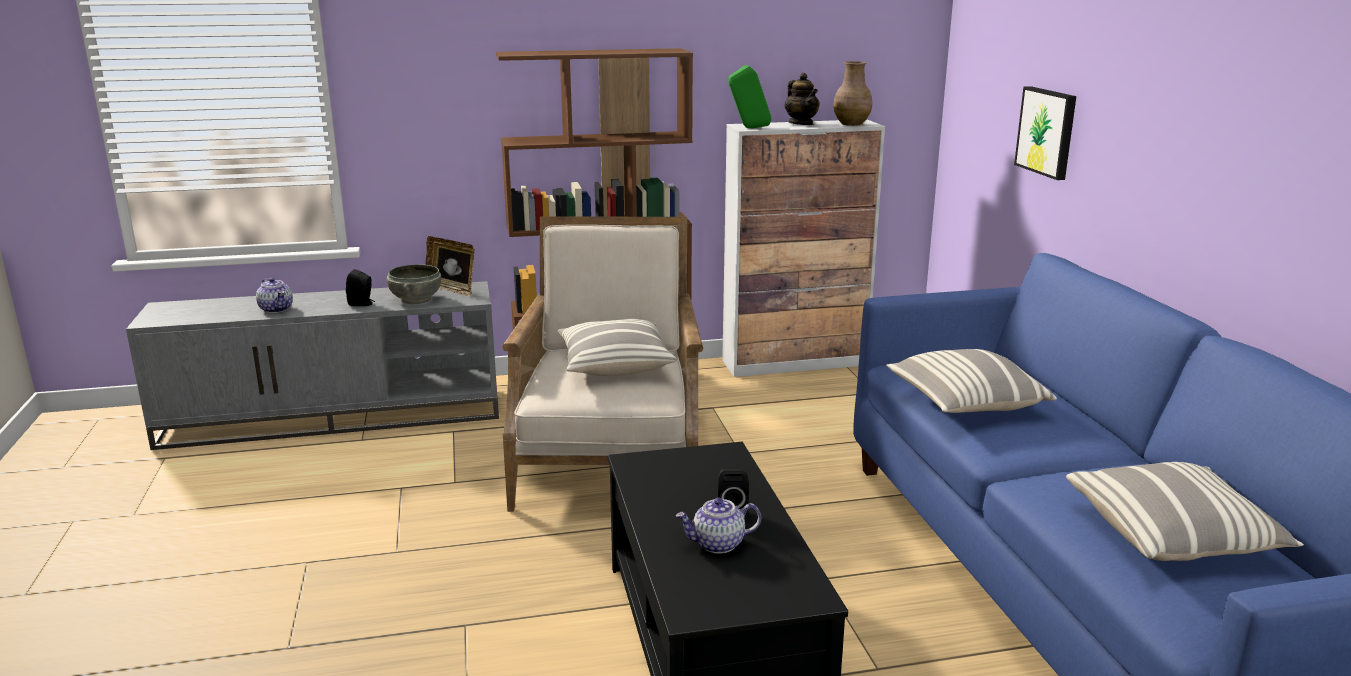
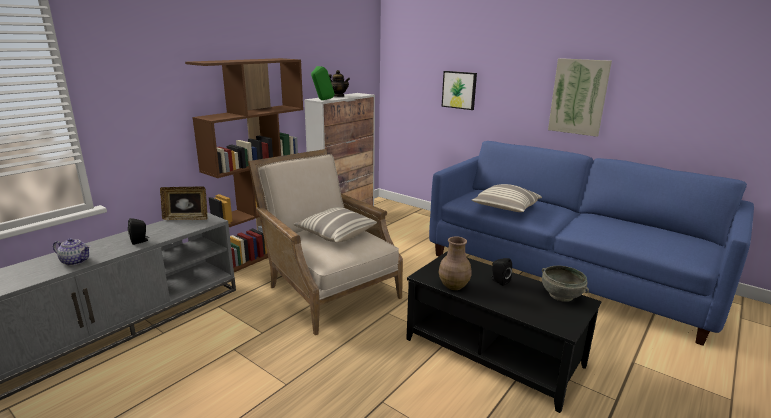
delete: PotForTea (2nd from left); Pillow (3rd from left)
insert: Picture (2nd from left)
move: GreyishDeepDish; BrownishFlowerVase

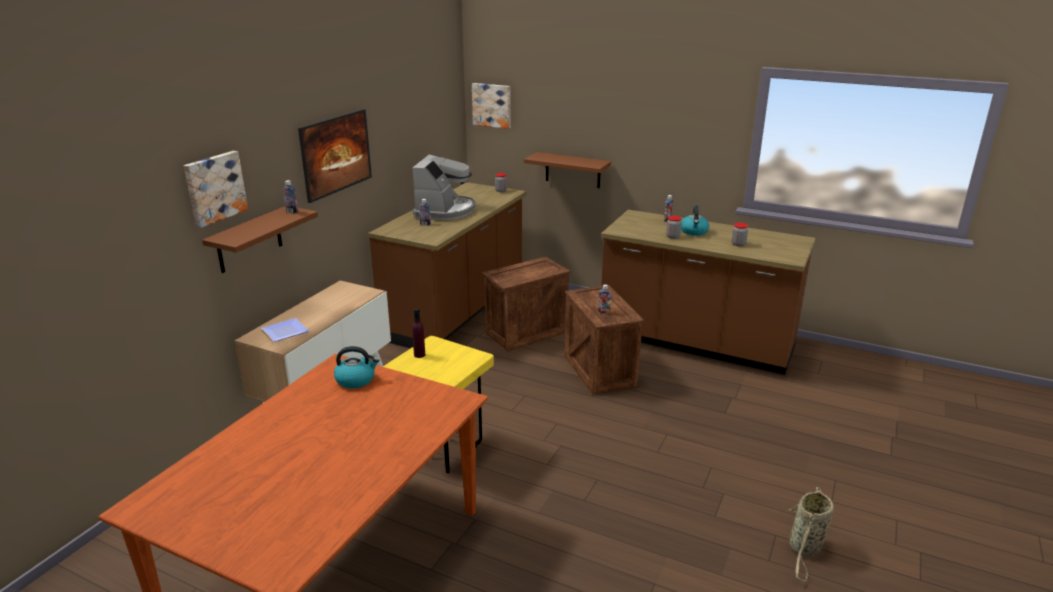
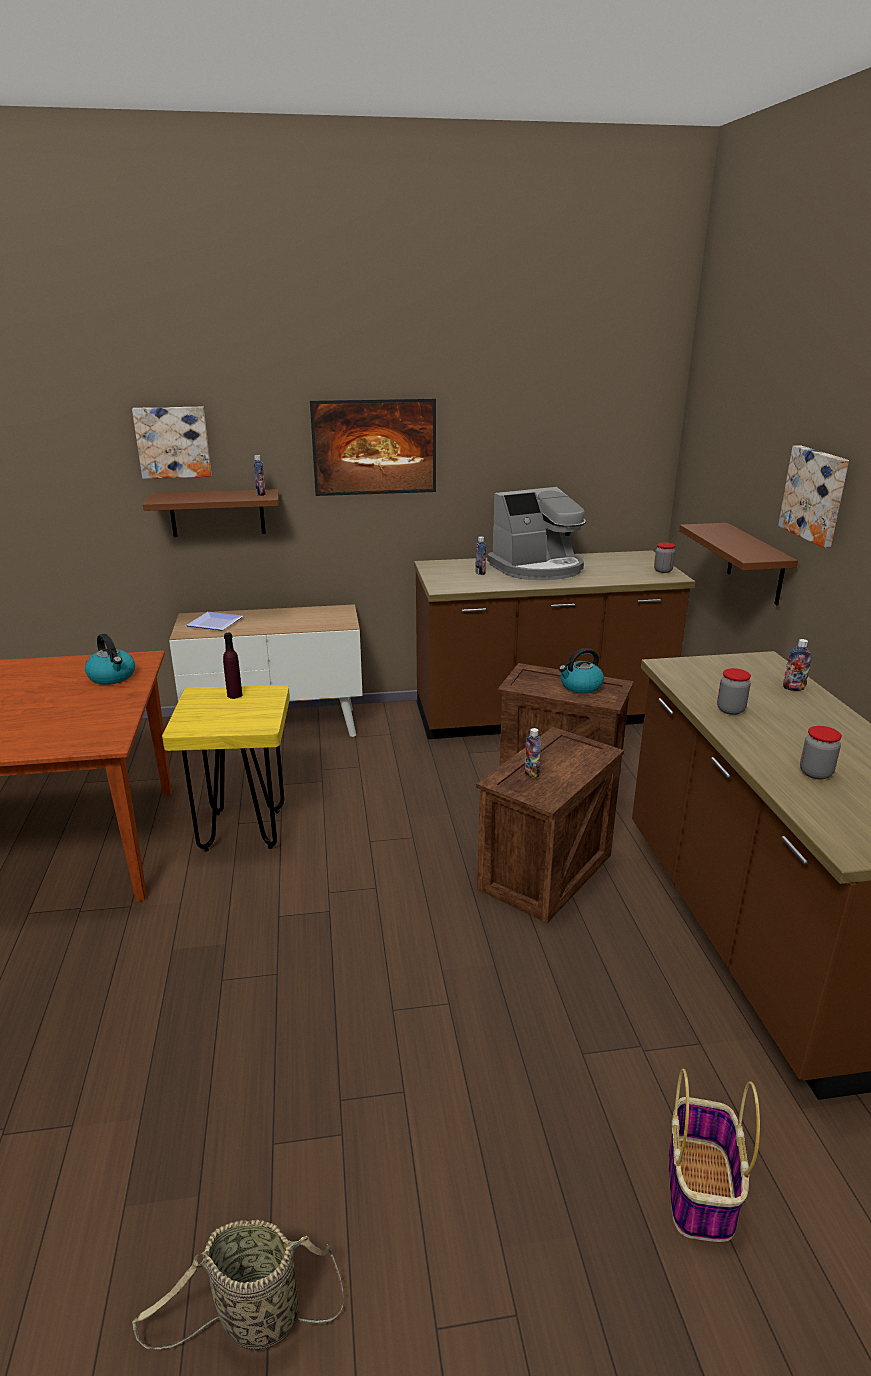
insert: StorageBasket (2nd from left)
move: Picture (3rd from left); Kettle (2nd from left)

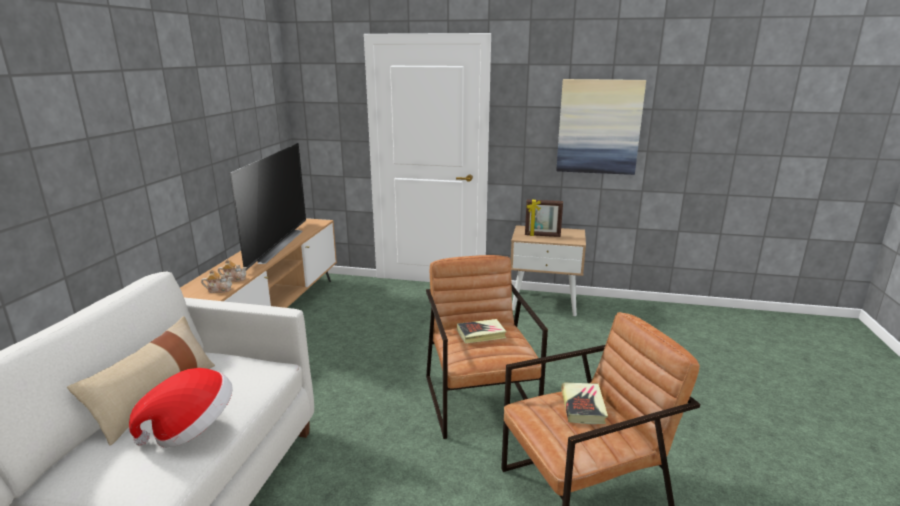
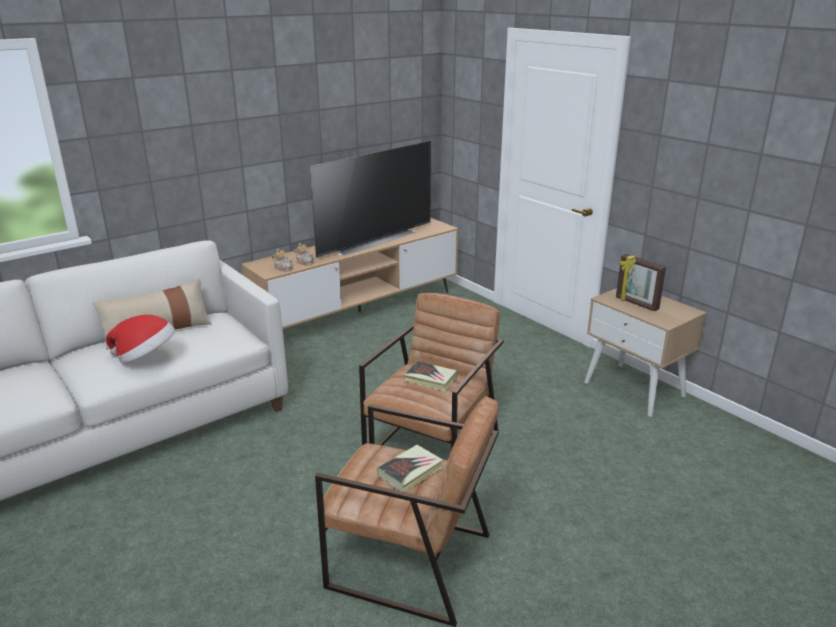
delete: Picture

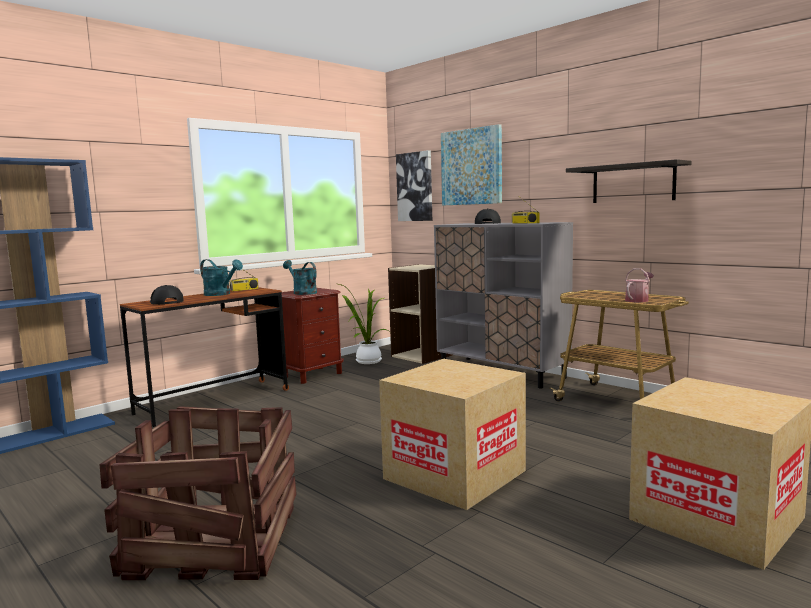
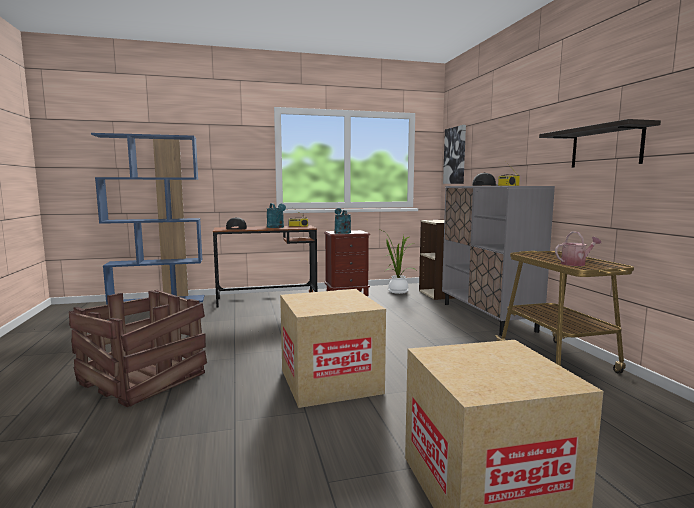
delete: Picture (2nd from left)

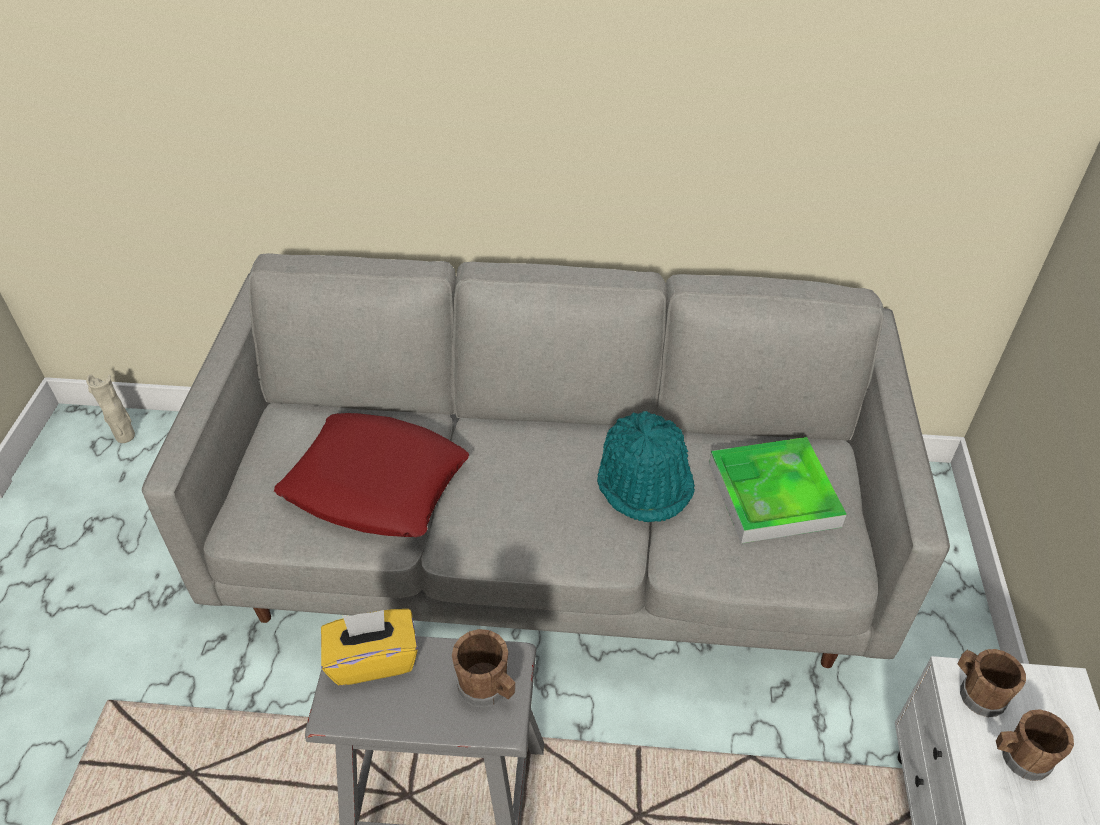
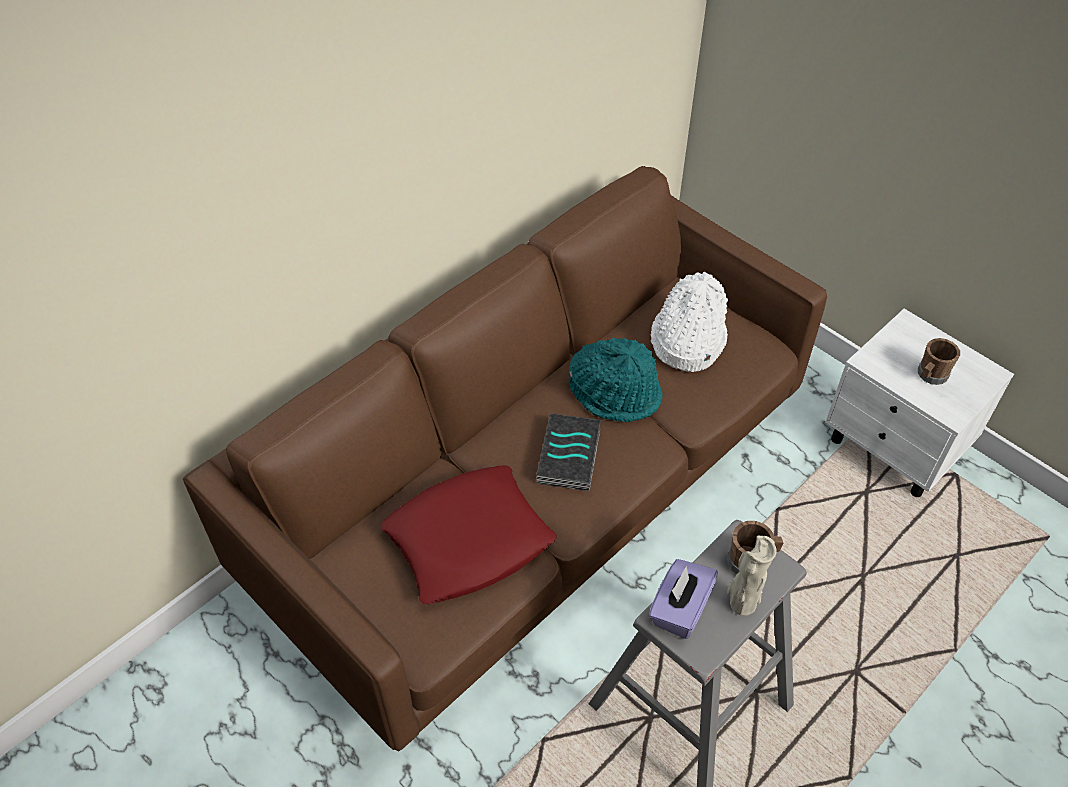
delete: BrownishMug (2nd from left)
insert: Book
move: BeigeColouredFlowerVase
replace: ServingTray to WhiteColouredClothingHat
recolor: GreyishSofa to BrownishSofa; YellowTissueBox to PurpleColouredTissueBox

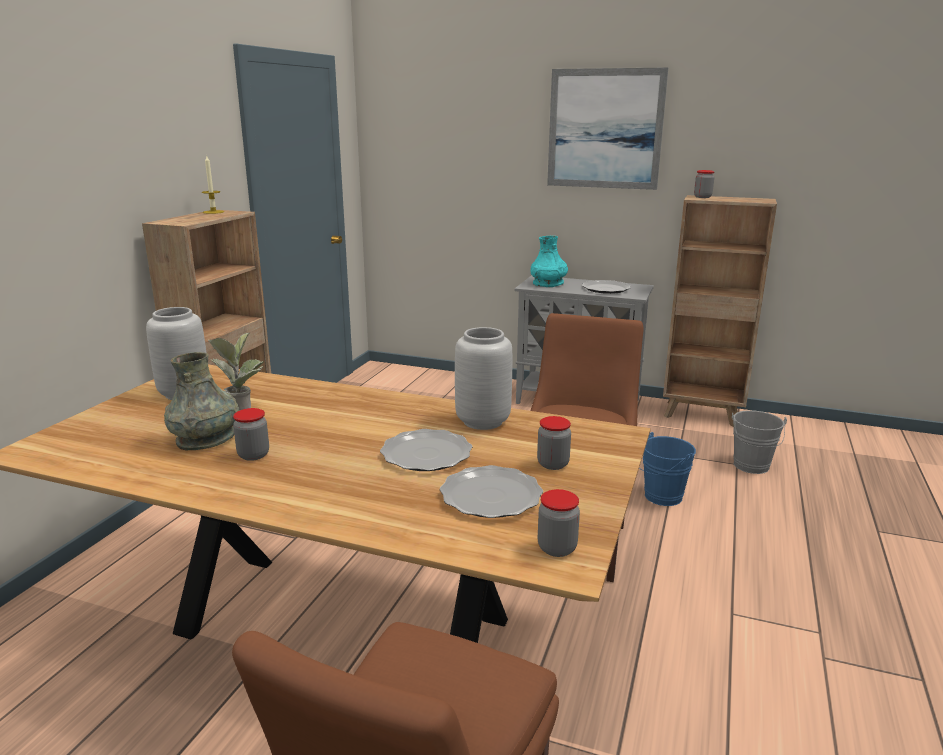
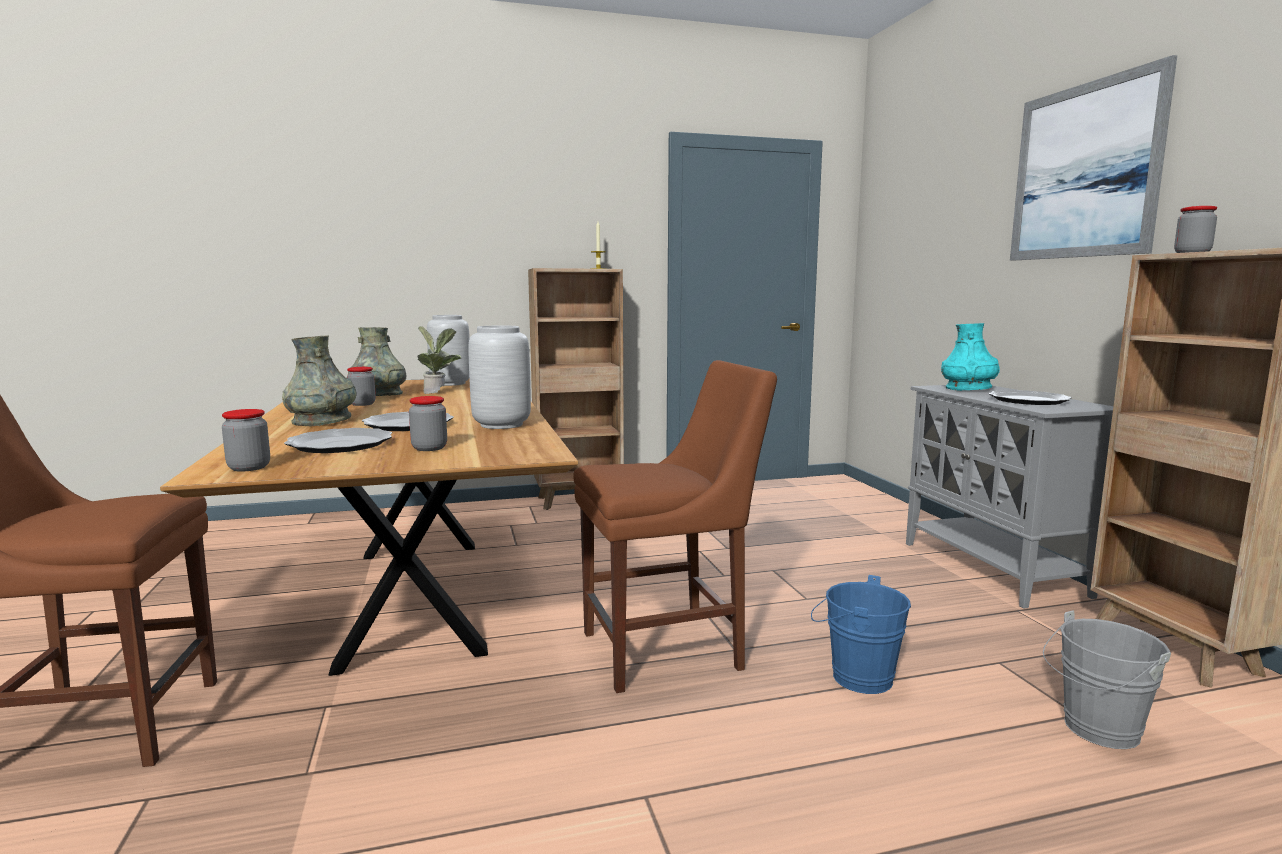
insert: GreyishFlowerVase (1st from left)

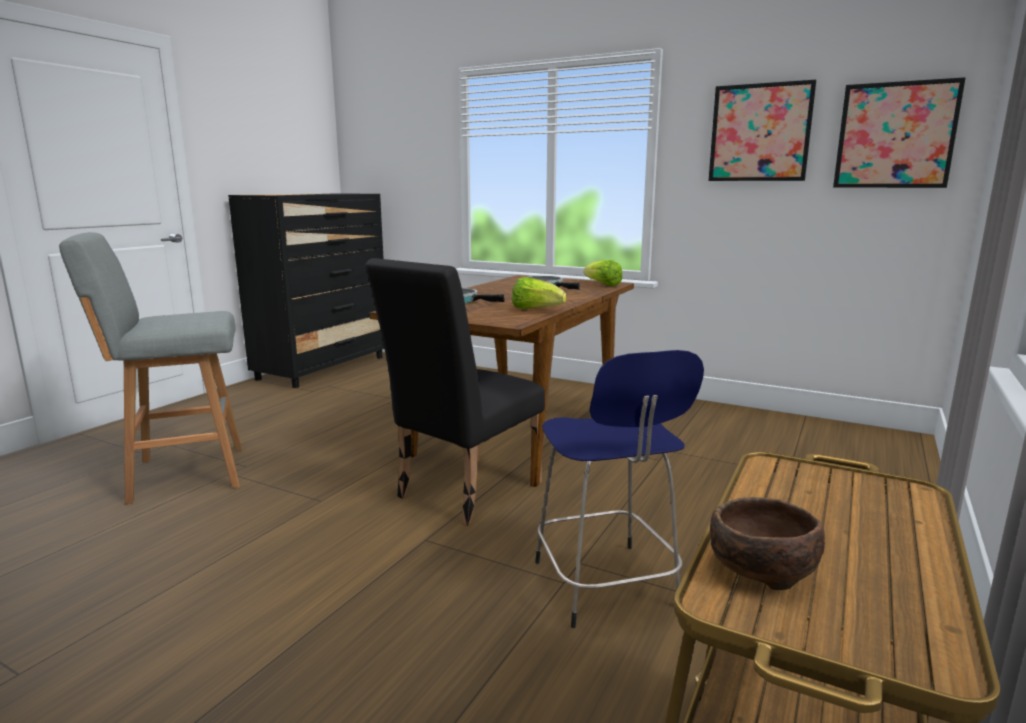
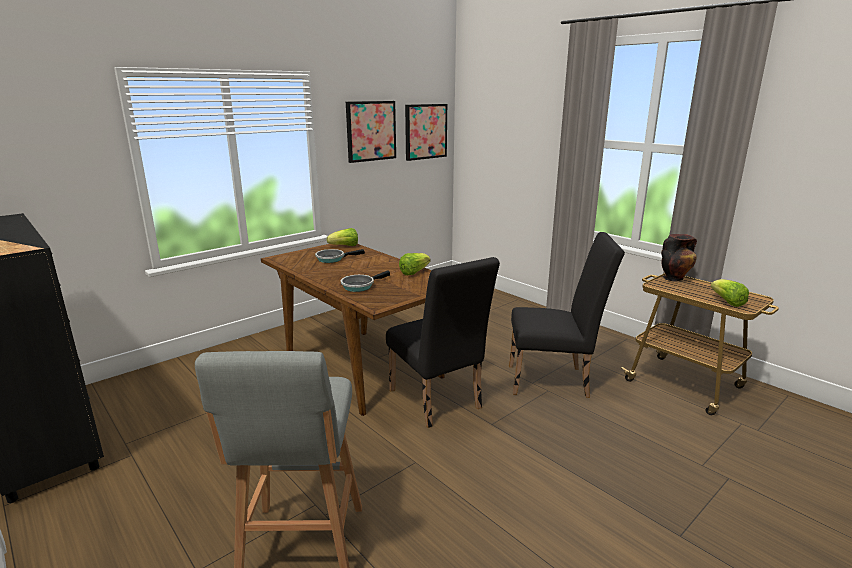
insert: FlowerVase
replace: BlueColouredSittingStool to BlackChair (2nd from left); BrownishDeepDish to LettuceHead (3rd from left)

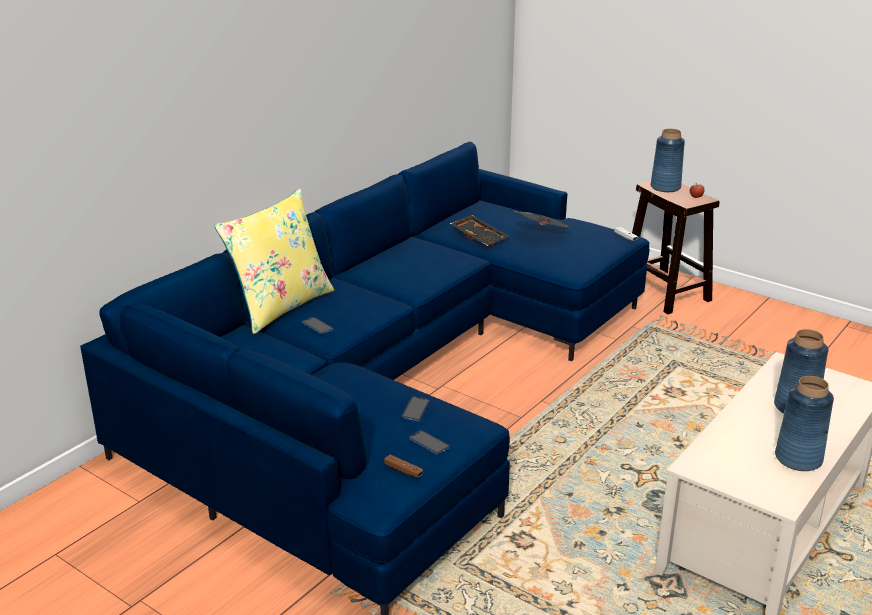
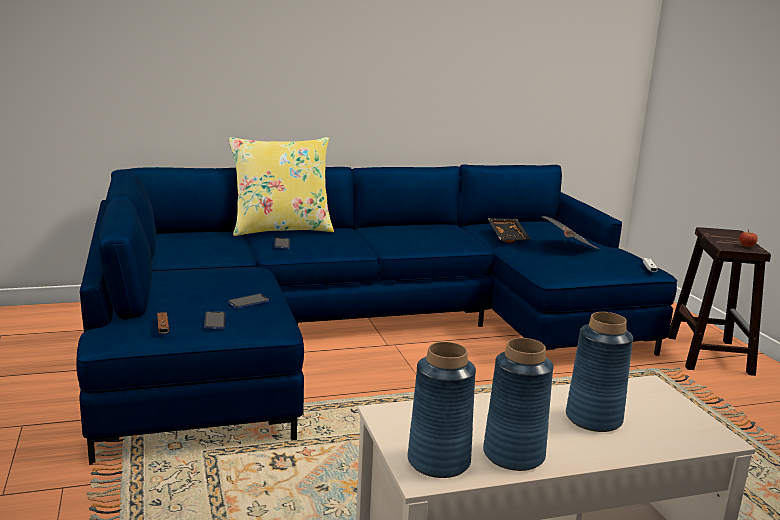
move: BlueColouredFlowerVase (1st from left)

